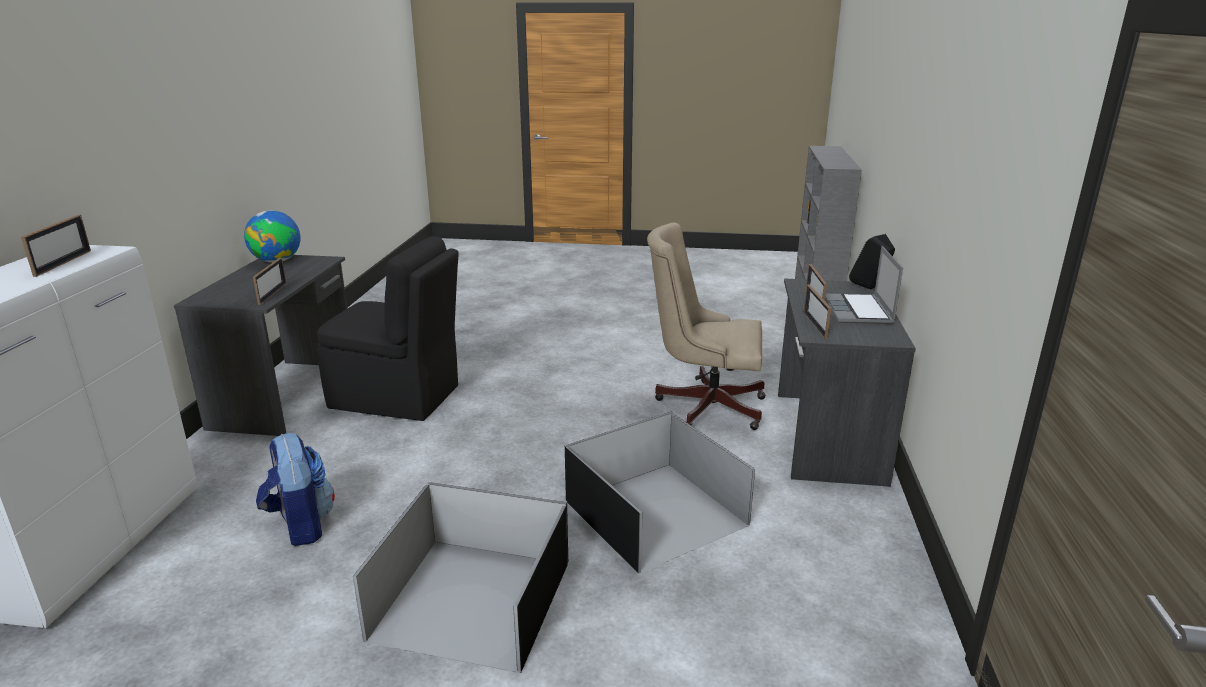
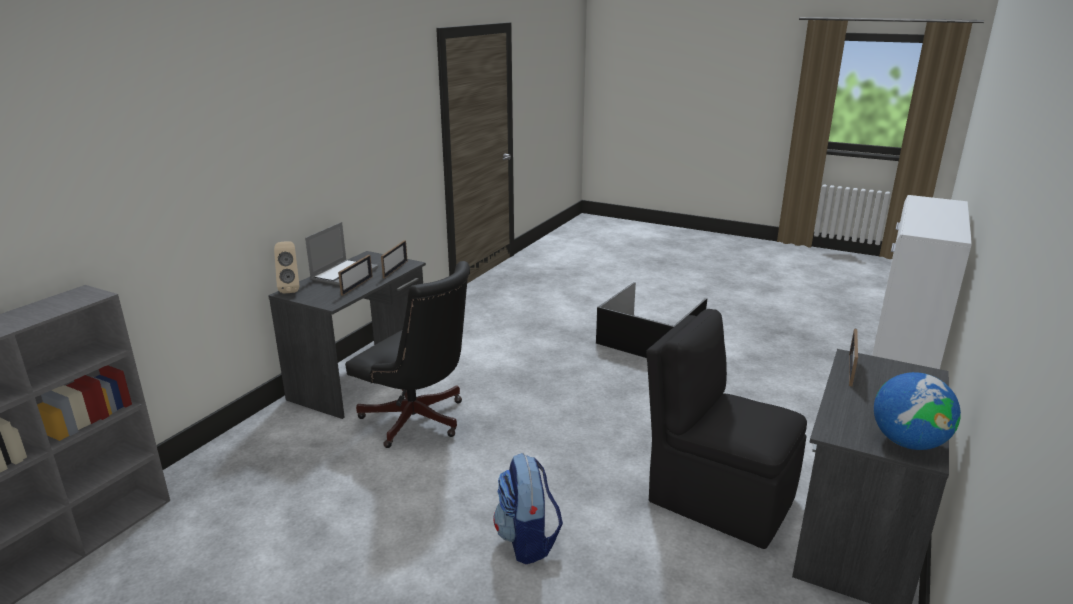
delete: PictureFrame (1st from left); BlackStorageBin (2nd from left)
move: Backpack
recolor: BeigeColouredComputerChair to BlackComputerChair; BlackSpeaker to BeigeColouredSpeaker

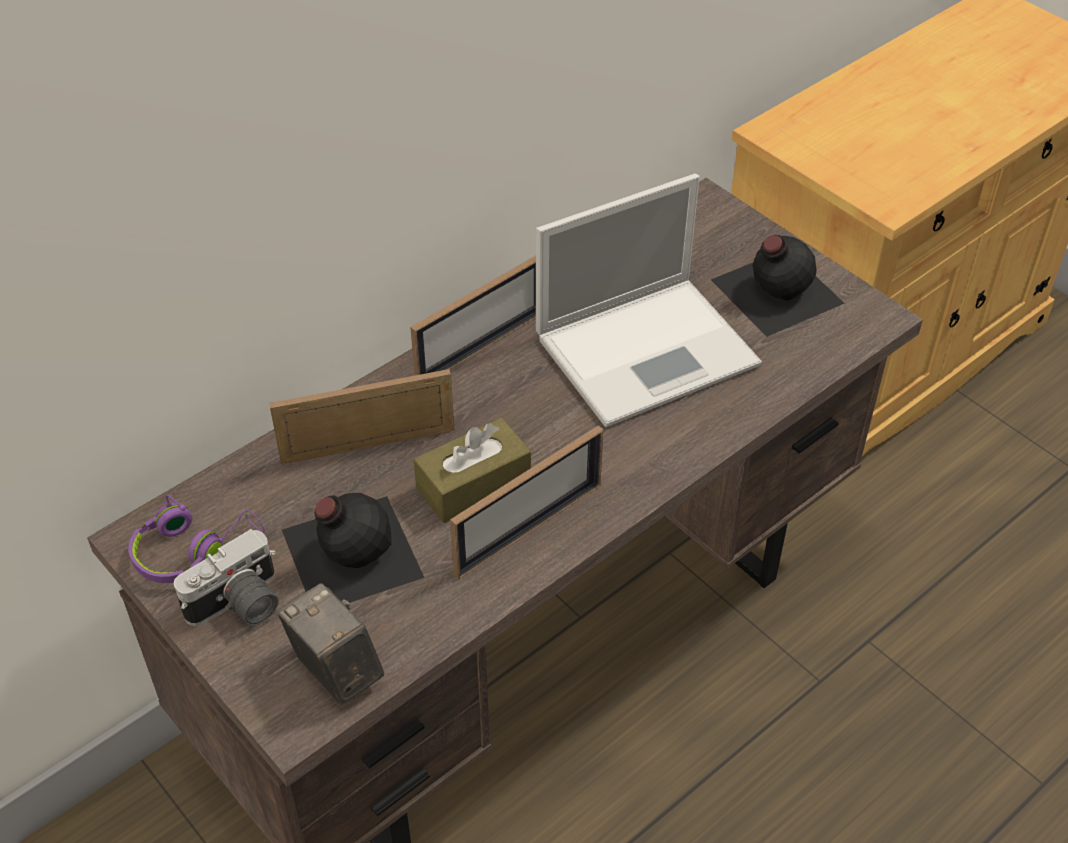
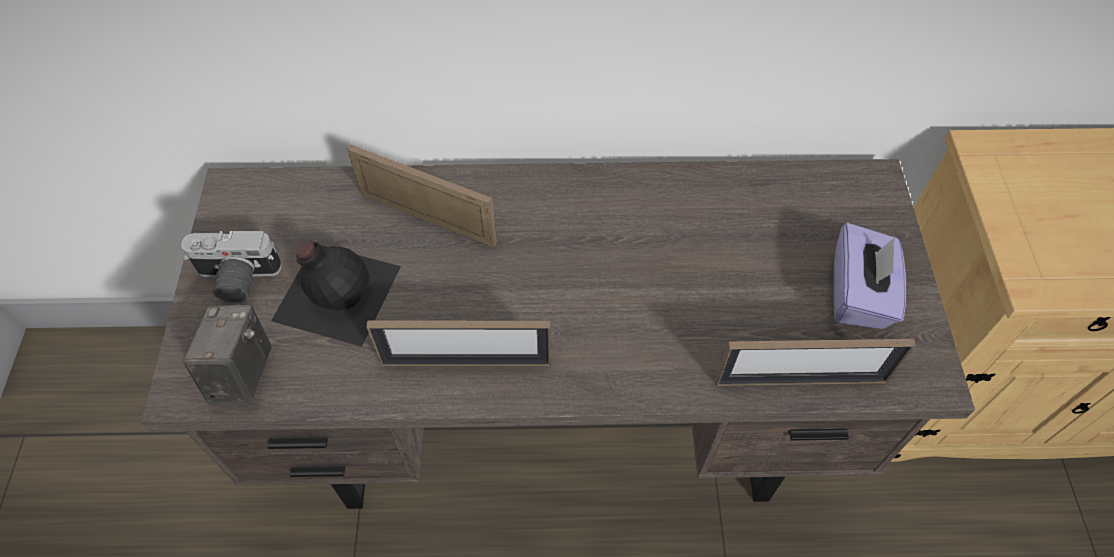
delete: PurpleColouredPairOfHeadphones; BrownishTissueBox; NotebookComputer
move: PictureFrame (2nd from left in the first image) to PictureFrame (3rd from left)
replace: BlackBottle (2nd from left) to PurpleColouredTissueBox

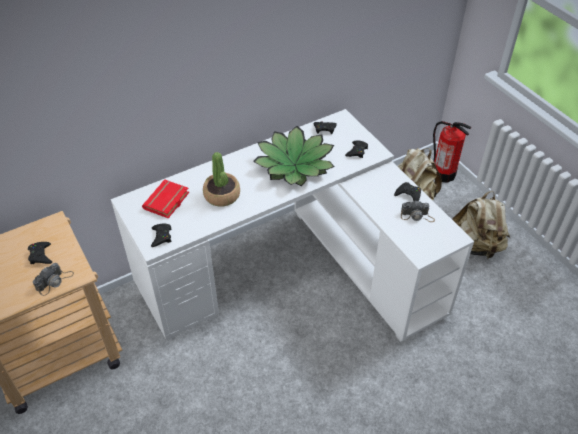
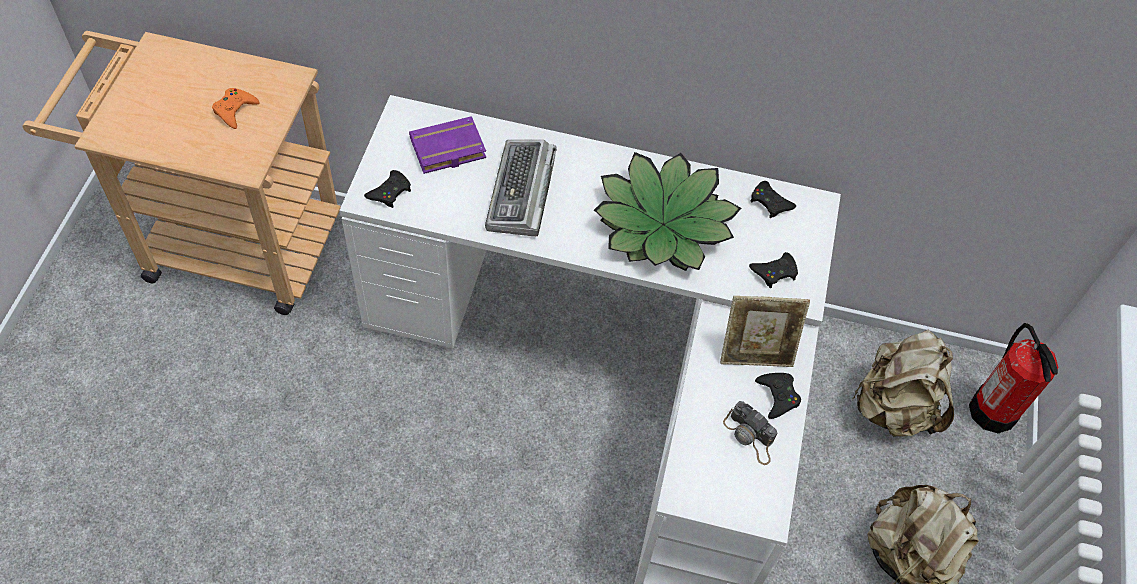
delete: PhotoCamera (1st from left)
insert: PictureFrame
replace: Houseplant (1st from left) to Keyboard
recolor: BlackGameController (1st from left) to OrangeGameController; ReddishBook to PurpleColouredBook

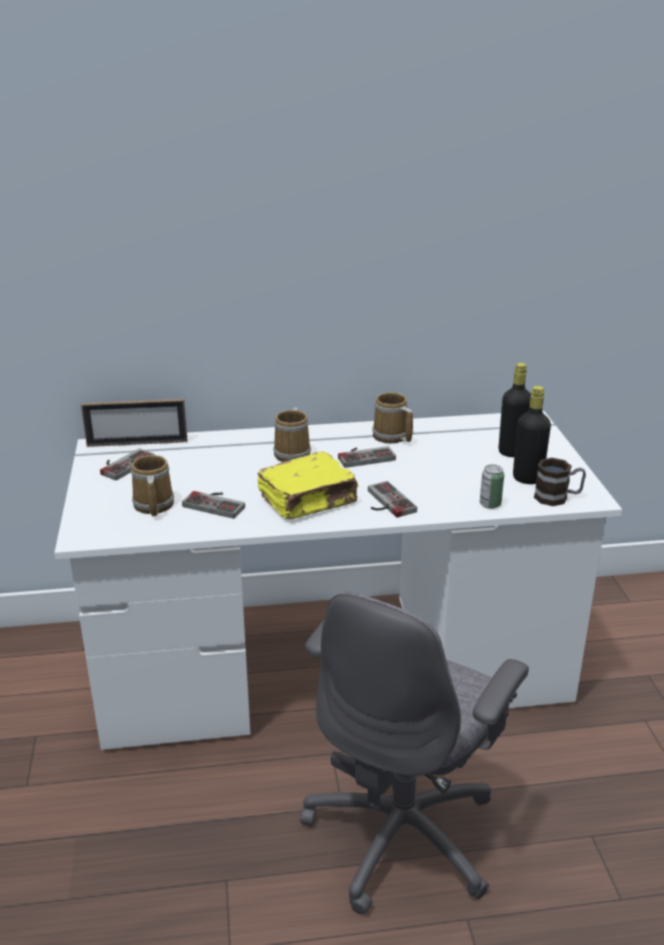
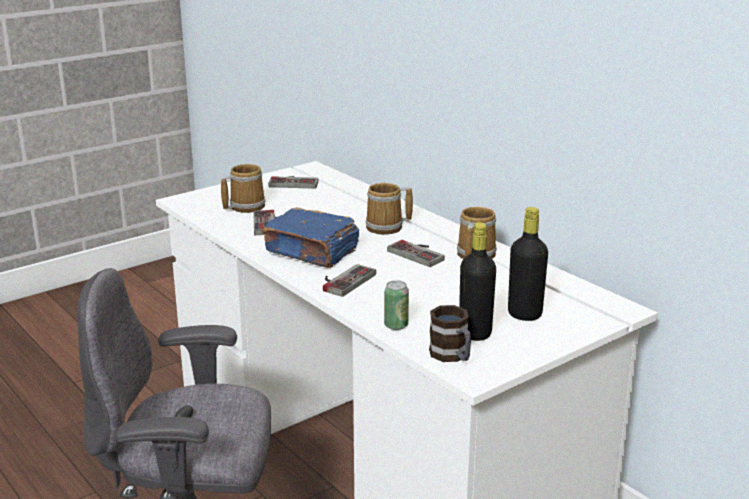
delete: PictureFrame
recolor: YellowBook to BlueColouredBook

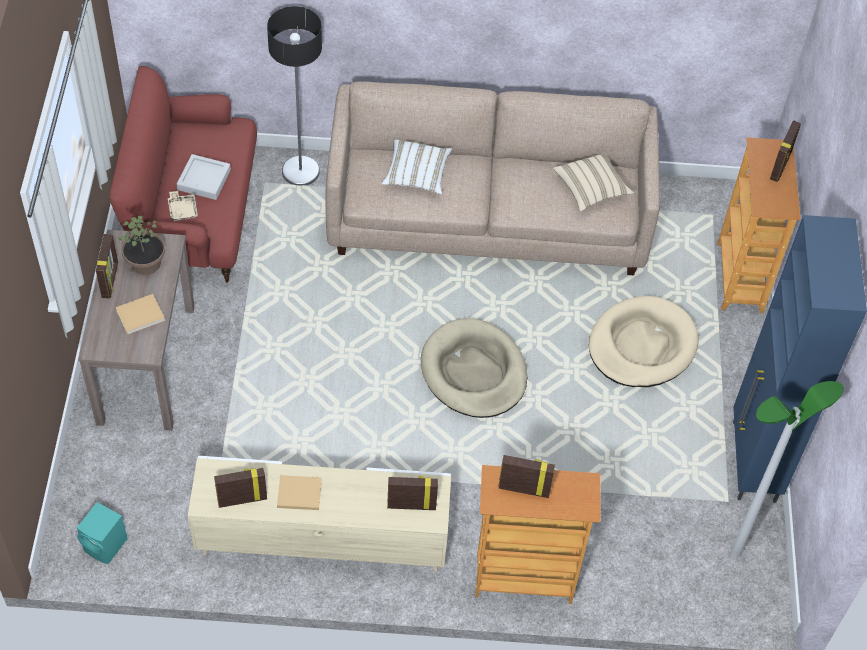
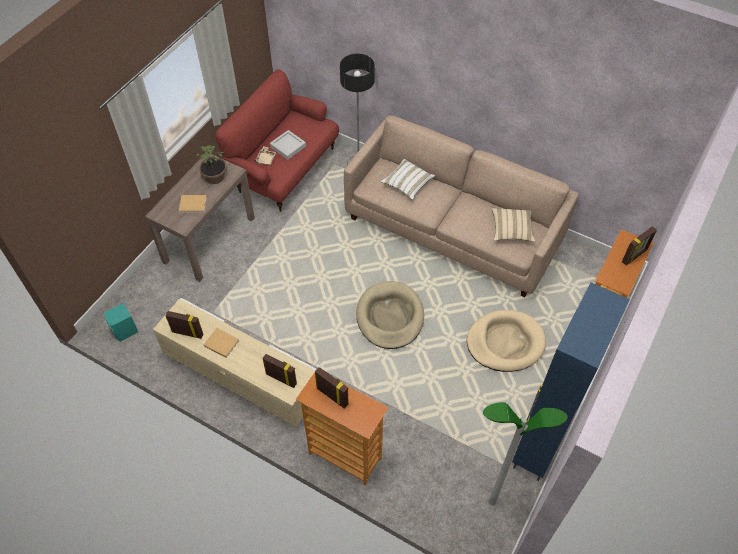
delete: PictureFrame (1st from left)

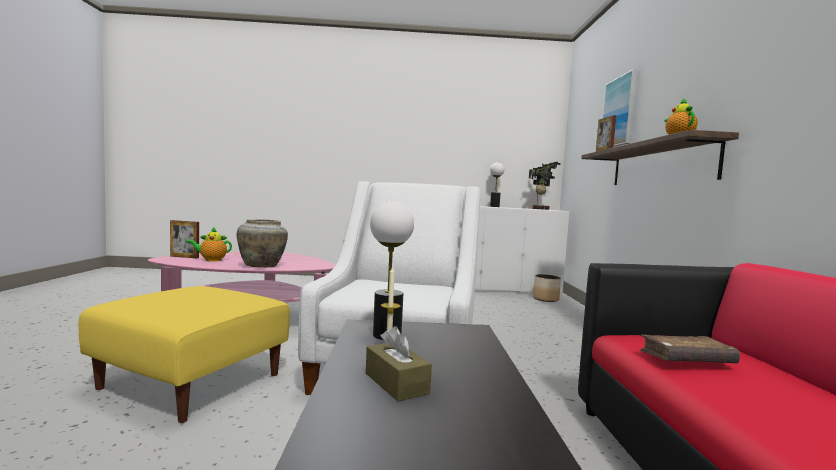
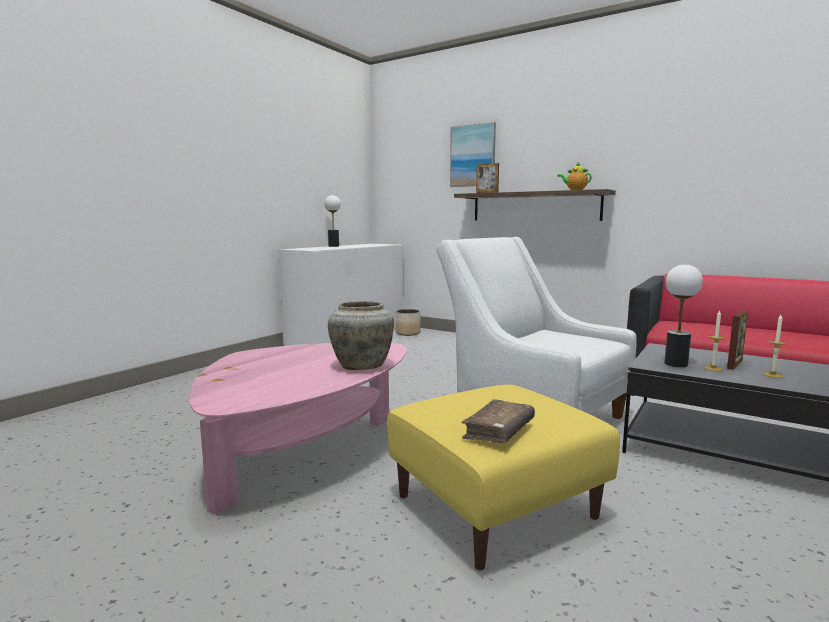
delete: PotForTea (1st from left); Houseplant
move: PictureFrame (1st from left in the first image) to PictureFrame (2nd from left); BrownishBook
replace: BrownishTissueBox to Candle (2nd from left)

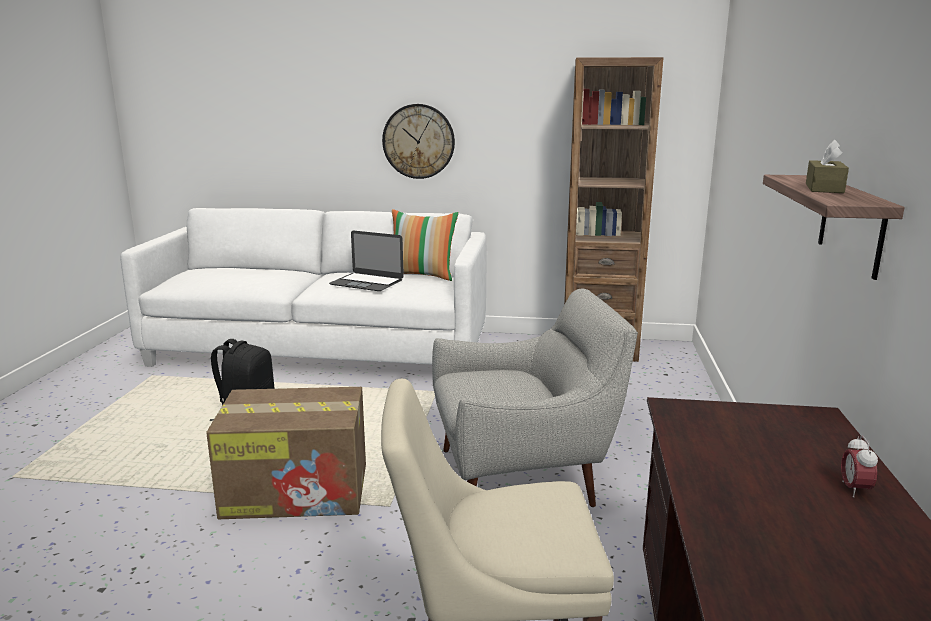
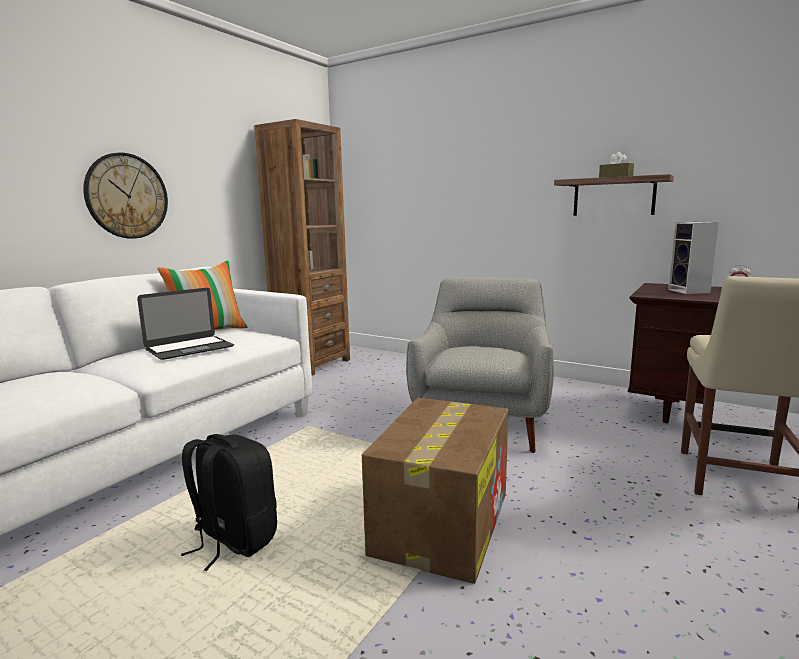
insert: Speaker

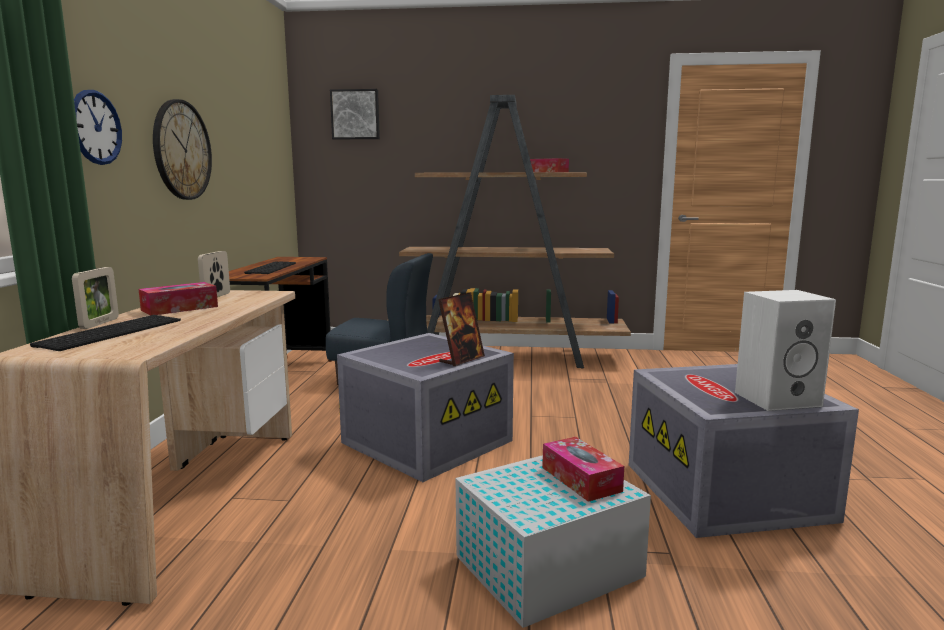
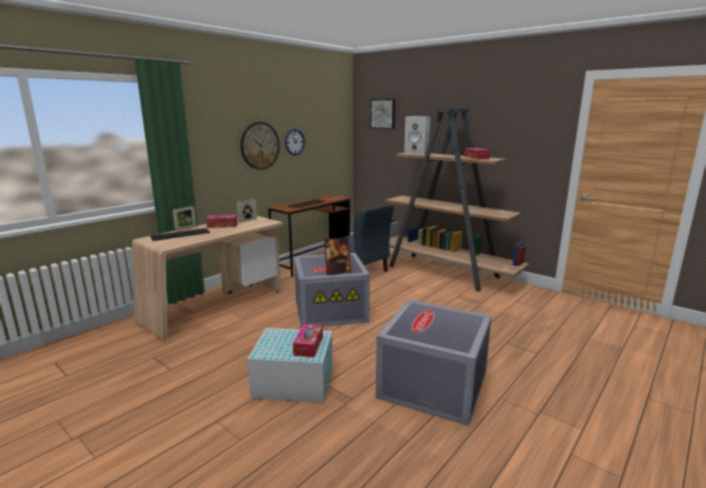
move: HangingClock (1st from left in the first image) to HangingClock (2nd from left); WhiteColouredSpeaker

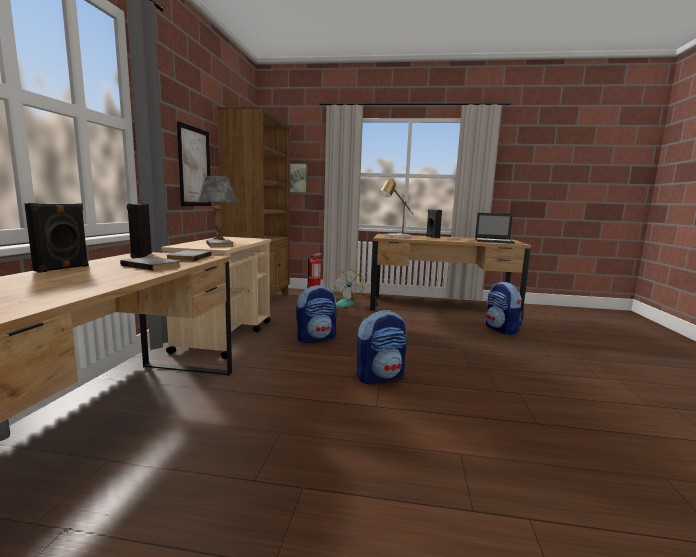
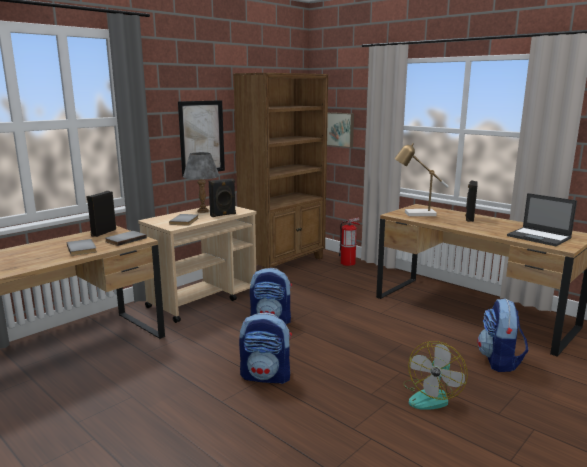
move: BlackSpeaker (1st from left in the first image) to BlackSpeaker (2nd from left); ElectricFan

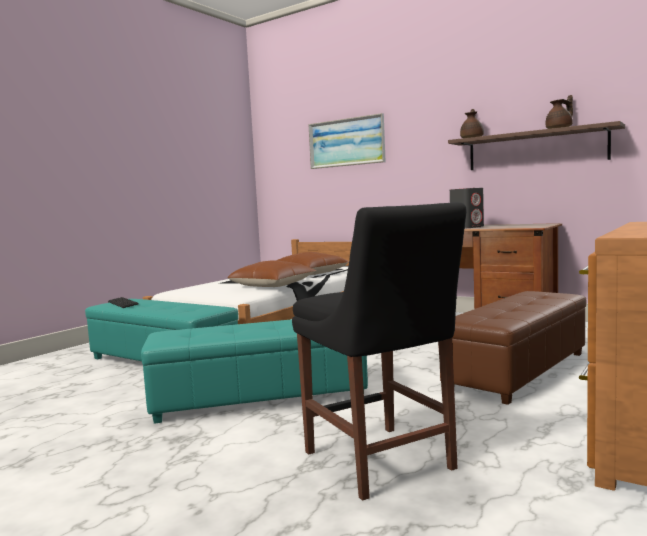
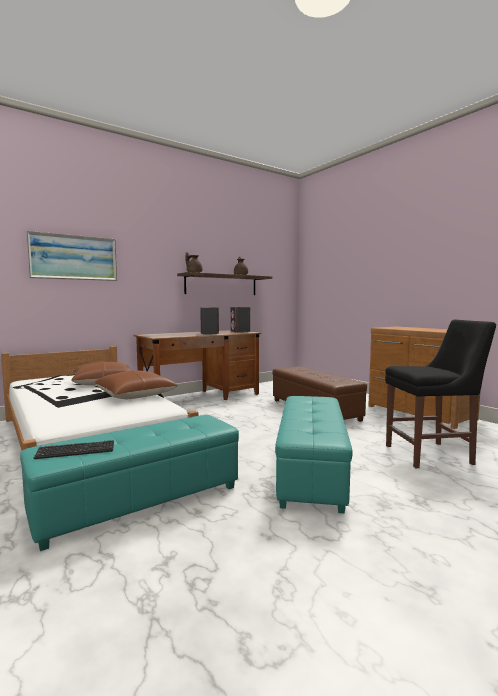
insert: GreyishSpeaker (2nd from left)

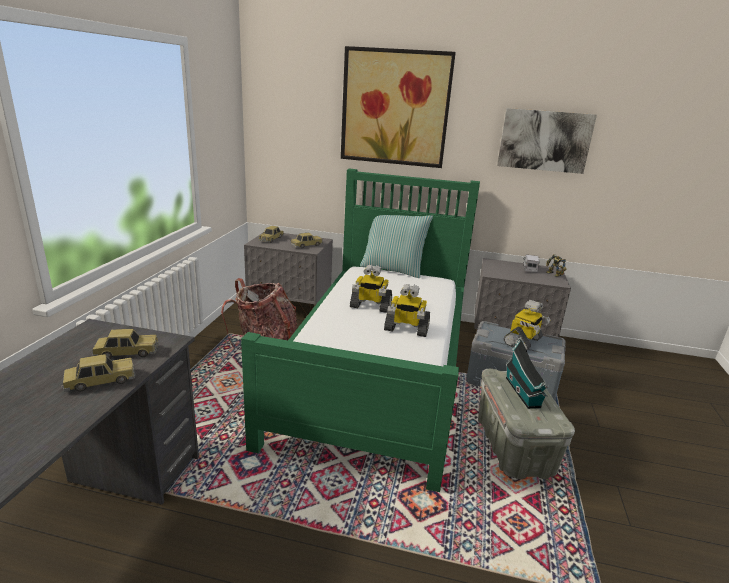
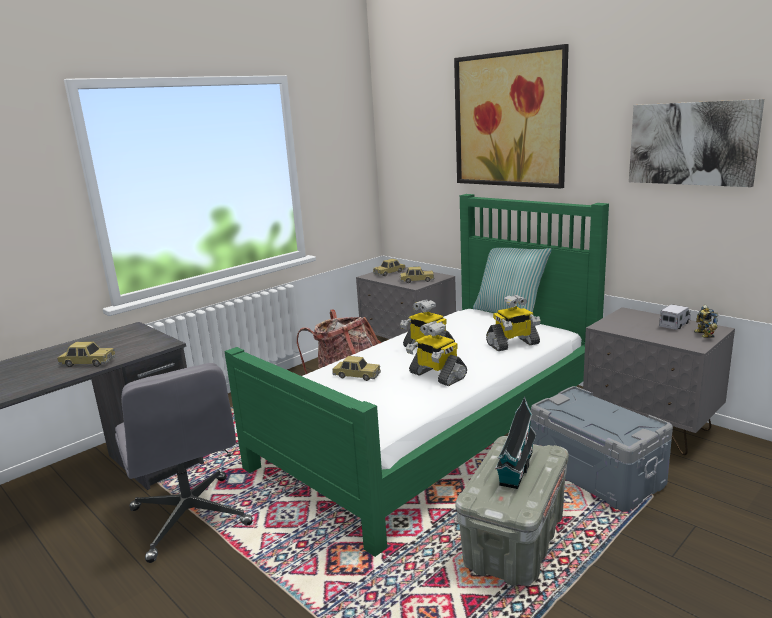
insert: GreyishComputerChair
move: MiniatureCar (2nd from left); ModelRobot (3rd from left)

